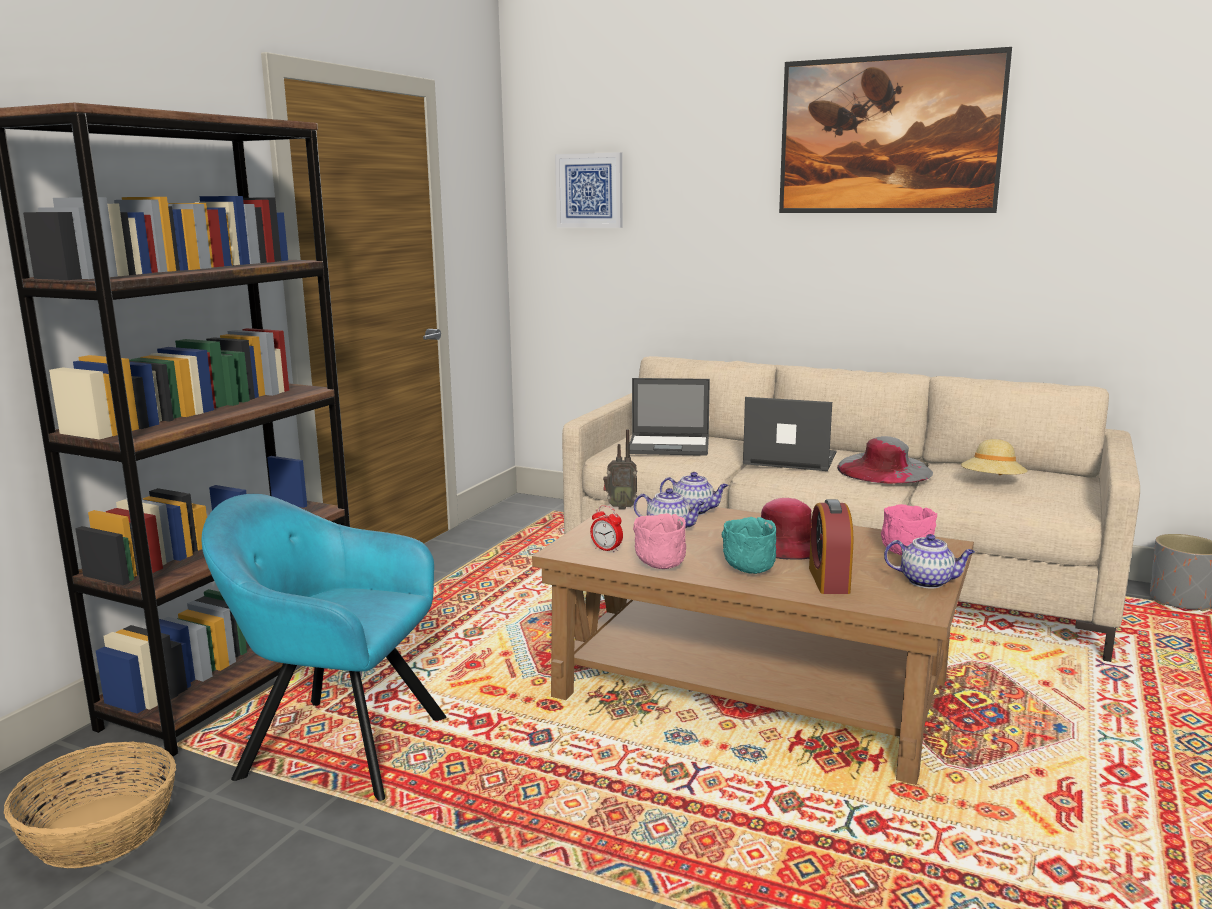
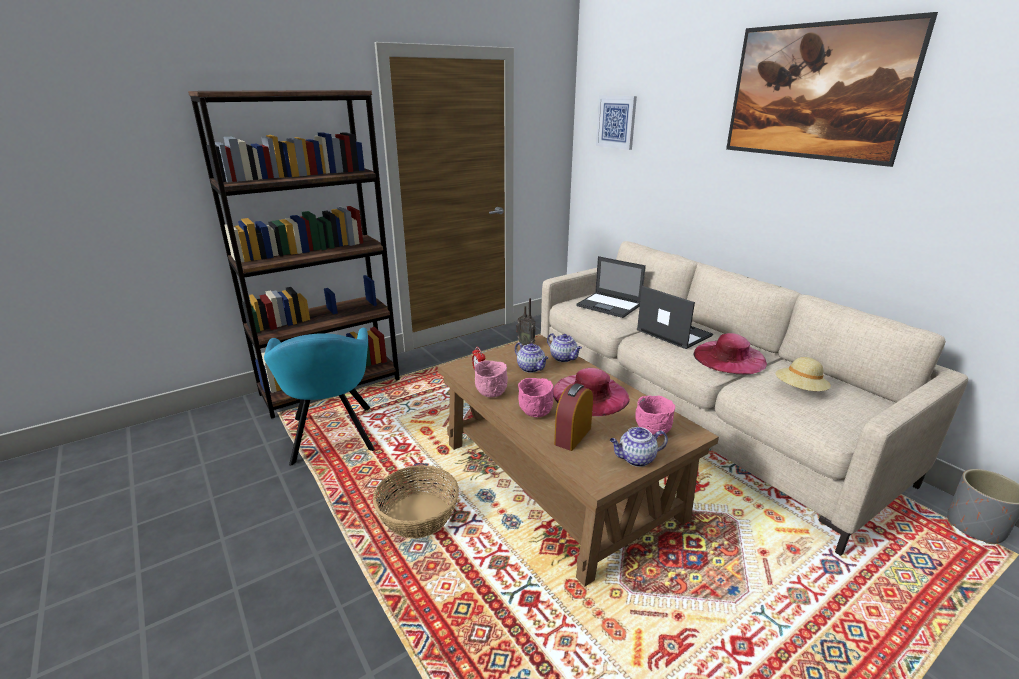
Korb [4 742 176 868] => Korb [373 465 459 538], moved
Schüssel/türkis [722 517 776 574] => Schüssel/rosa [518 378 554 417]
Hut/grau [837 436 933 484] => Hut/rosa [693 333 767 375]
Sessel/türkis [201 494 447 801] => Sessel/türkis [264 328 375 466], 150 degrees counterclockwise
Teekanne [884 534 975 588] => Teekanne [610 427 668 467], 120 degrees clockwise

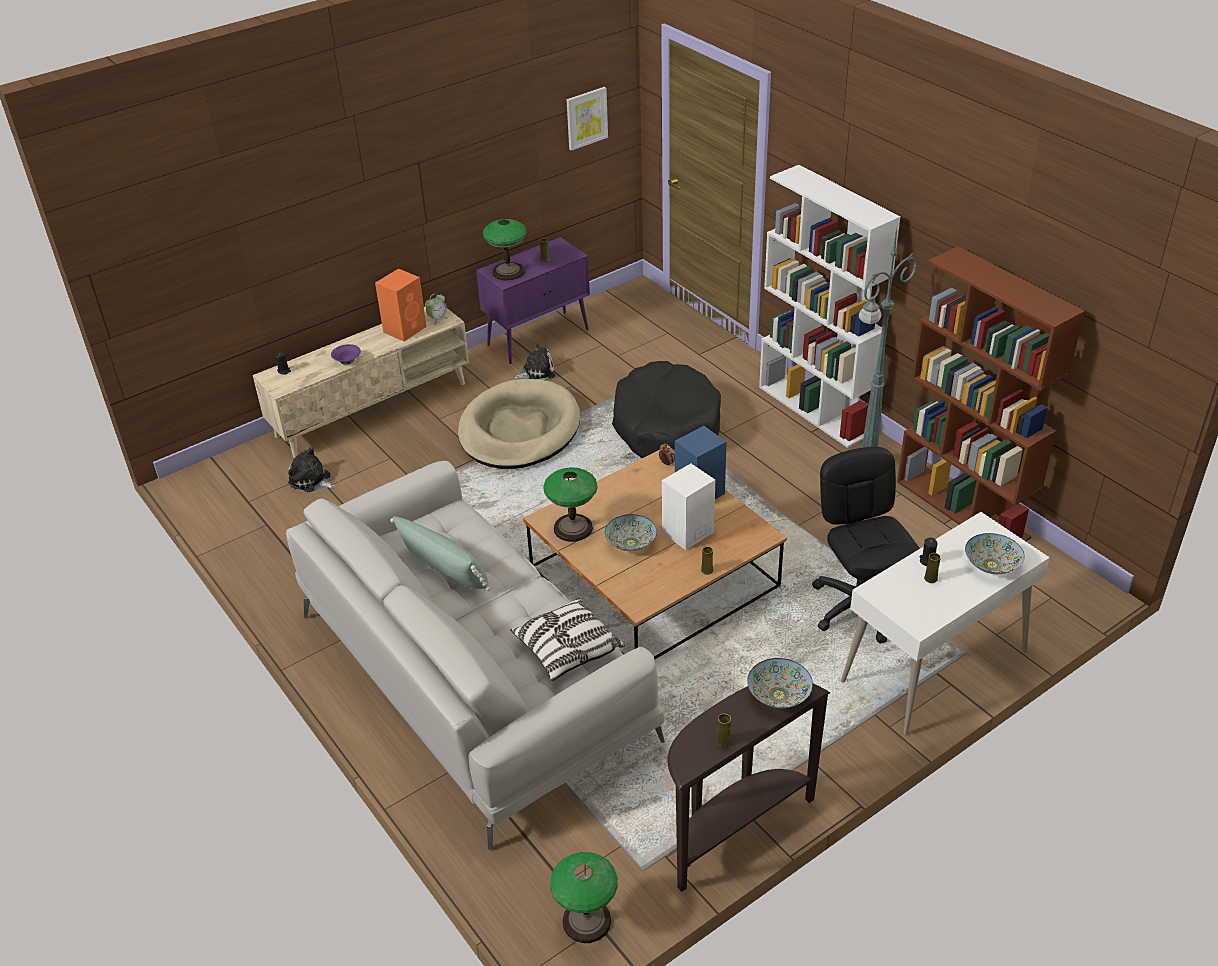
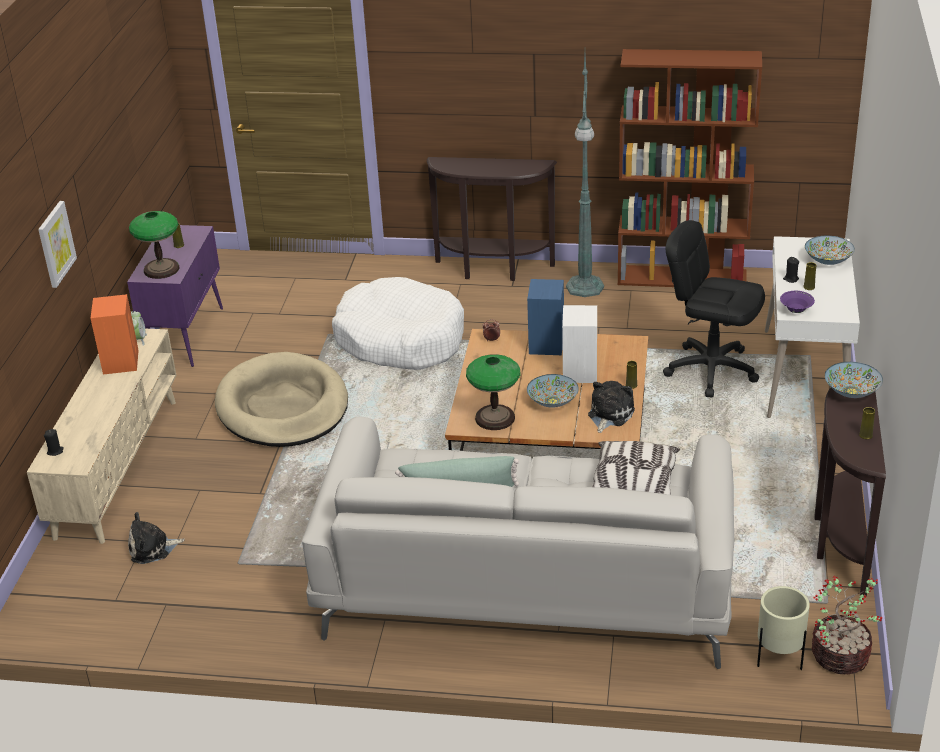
nothing => Pflanzkübel/beige [757 586 810 670]
Schüssel/lila [331 344 361 365] => Schüssel/lila [780 291 815 313], moved
Plüschtier [513 344 555 381] => Plüschtier [588 381 635 433], moved
Bild [567 87 608 151] => Bild [38 201 77 288], moved
Tischlampe [550 852 618 943] => Topfpflanze [812 576 882 675]
Bücherregal/weiß [759 165 901 448] => Konsolentisch/braun [427 157 557 281]
Hundebett/schwarz [612 361 721 458] => Hundebett/weiß [332 277 464 370]

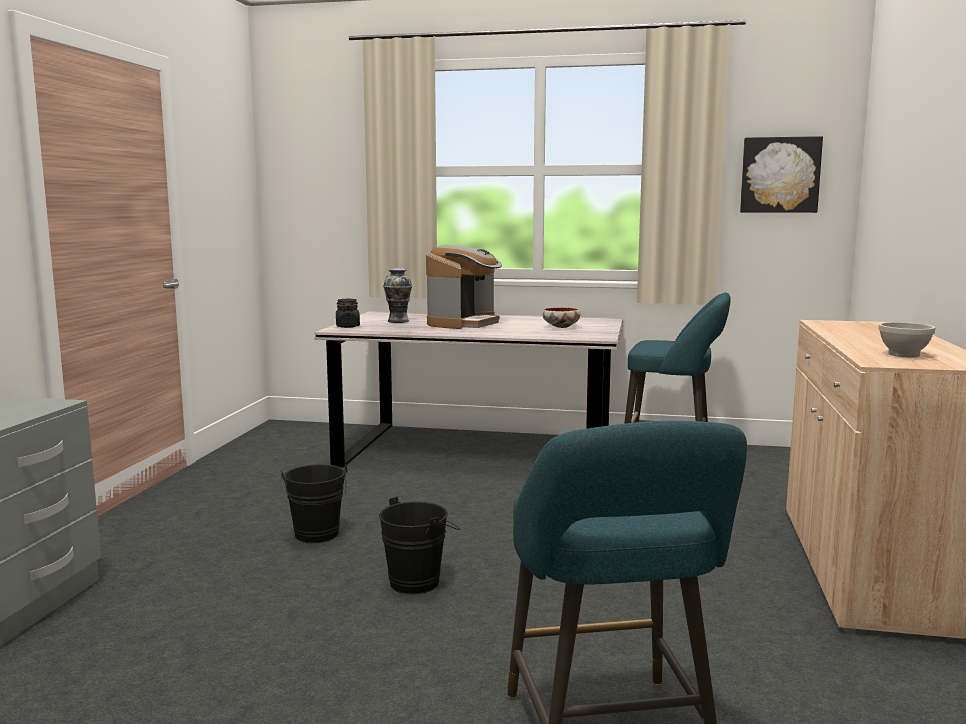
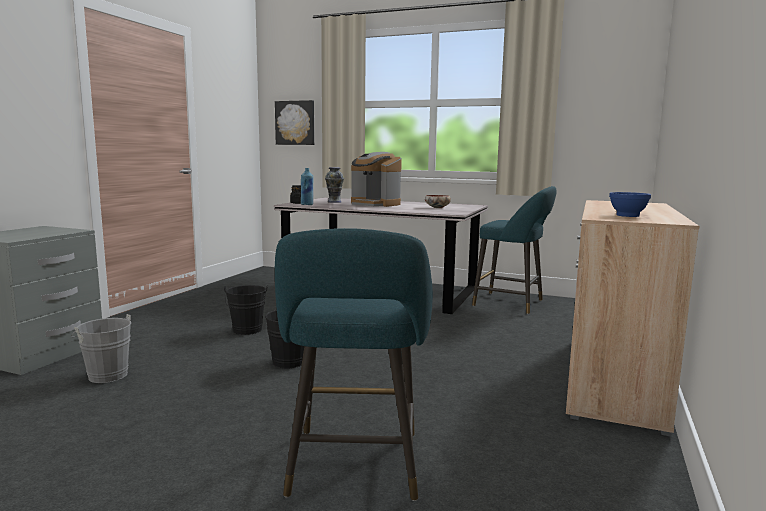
nothing => Eimer/grau [71 314 131 383]
nothing => Flasche/blau [301 168 313 205]
Bild [740 136 823 213] => Bild [275 100 314 145], moved
Schüssel/weiß [878 322 935 357] => Schüssel/blau [609 192 651 217]
Kaffeemaschine [426 245 502 329] => Kaffeemaschine [351 152 402 207], 90 degrees clockwise

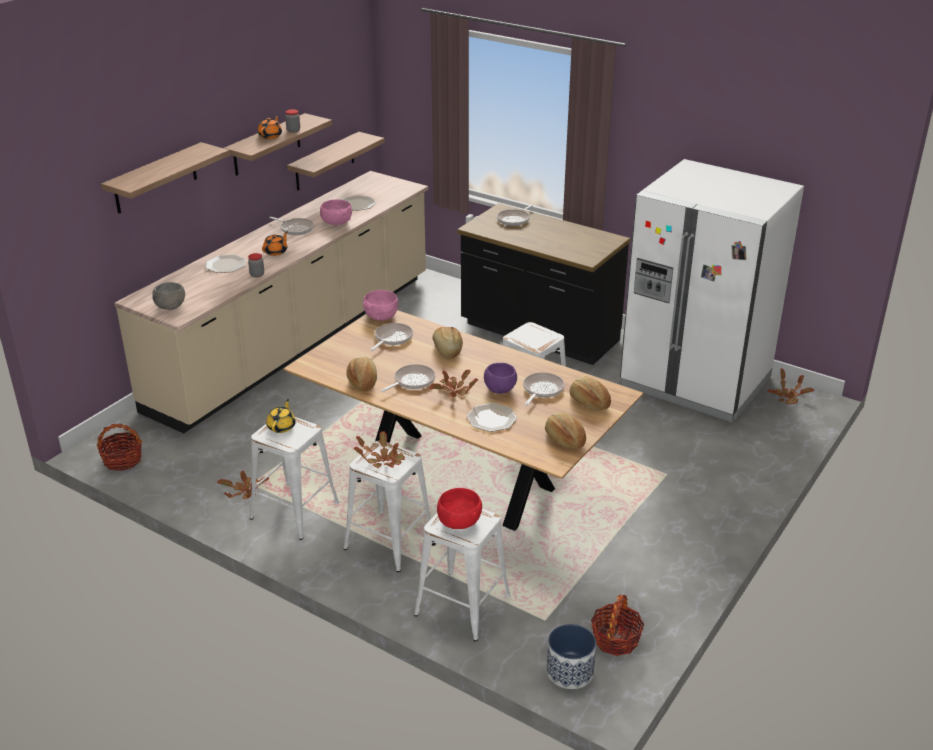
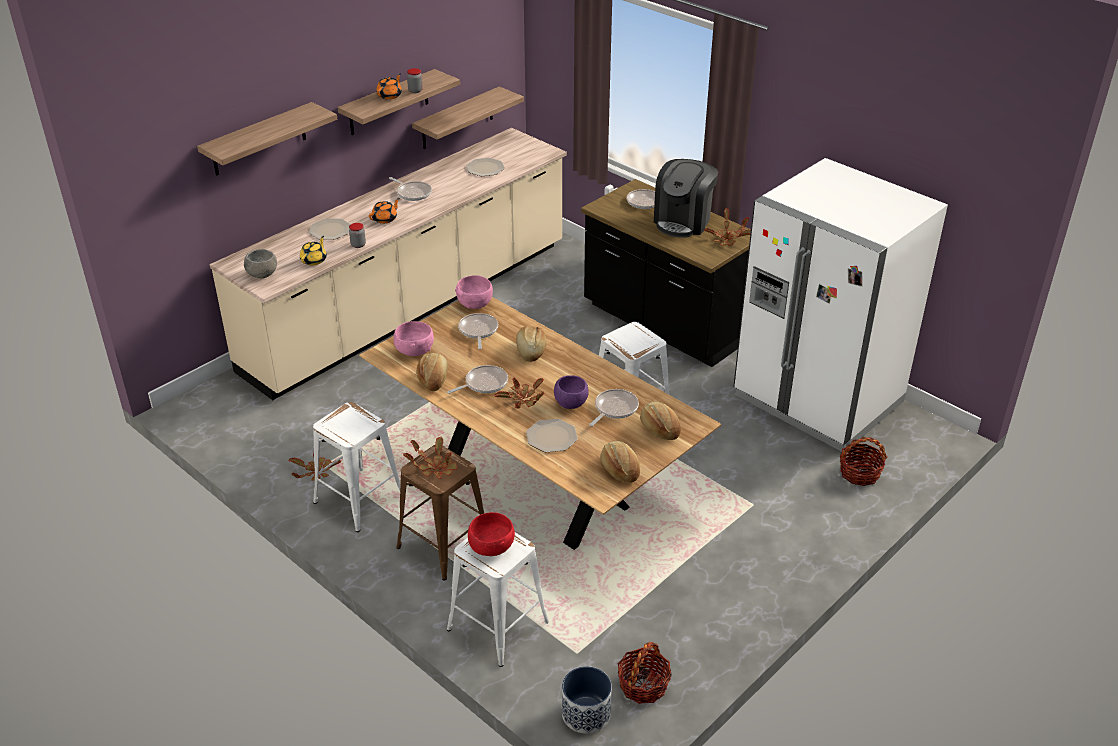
nothing => Kaffeemaschine [654 159 718 238]
Korb [97 424 142 471] => Korb [840 437 887 486], moved
Teekanne/gelb [266 399 296 433] => Teekanne/gelb [300 236 327 265], moved
Schüssel/rosa [320 200 352 225] => Schüssel/rosa [393 321 434 356], moved
Topfpflanze [768 368 814 404] => Topfpflanze [704 208 751 246], moved
Hocker/weiß [344 440 431 572] => Hocker/braun [396 445 484 581]
Pfanne [370 323 413 351] => Pfanne [458 313 498 349], 45 degrees counterclockwise

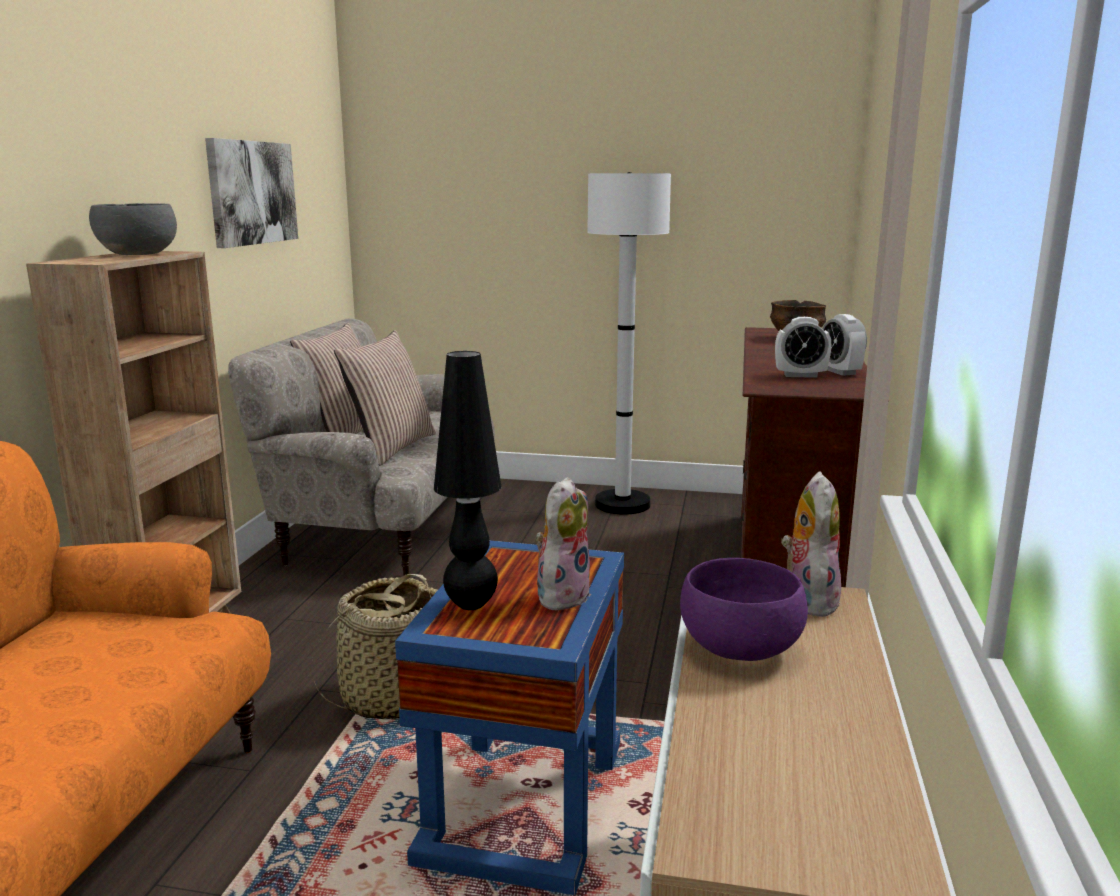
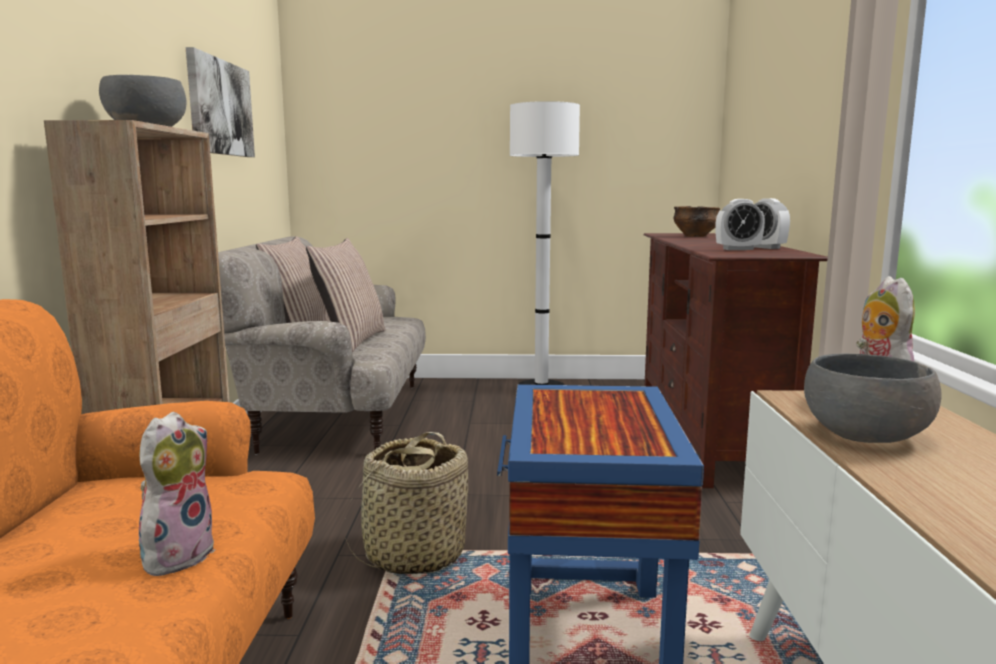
Tischlampe/schwarz [434 351 502 610] => nothing
Plüschtier [535 477 591 610] => Plüschtier [139 412 216 578], moved
Schüssel/lila [680 558 808 661] => Schüssel/grau [804 354 942 443]

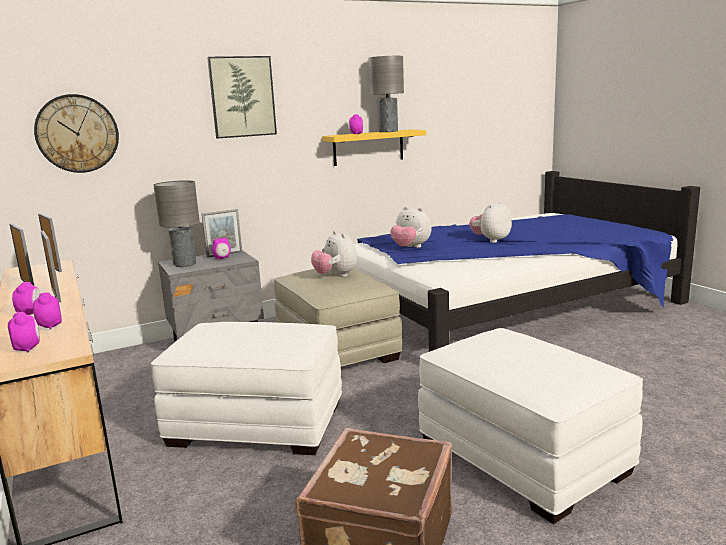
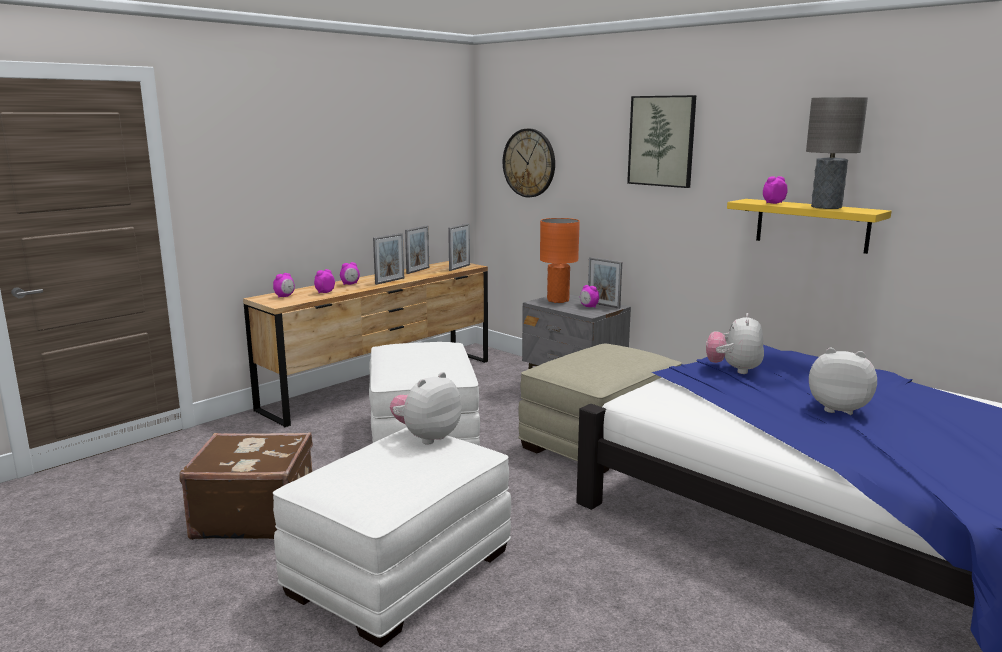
Plüschtier [311 231 357 277] => Plüschtier [390 372 462 445], moved
Tischlampe/grau [153 180 200 267] => Tischlampe/orange [540 218 580 303]

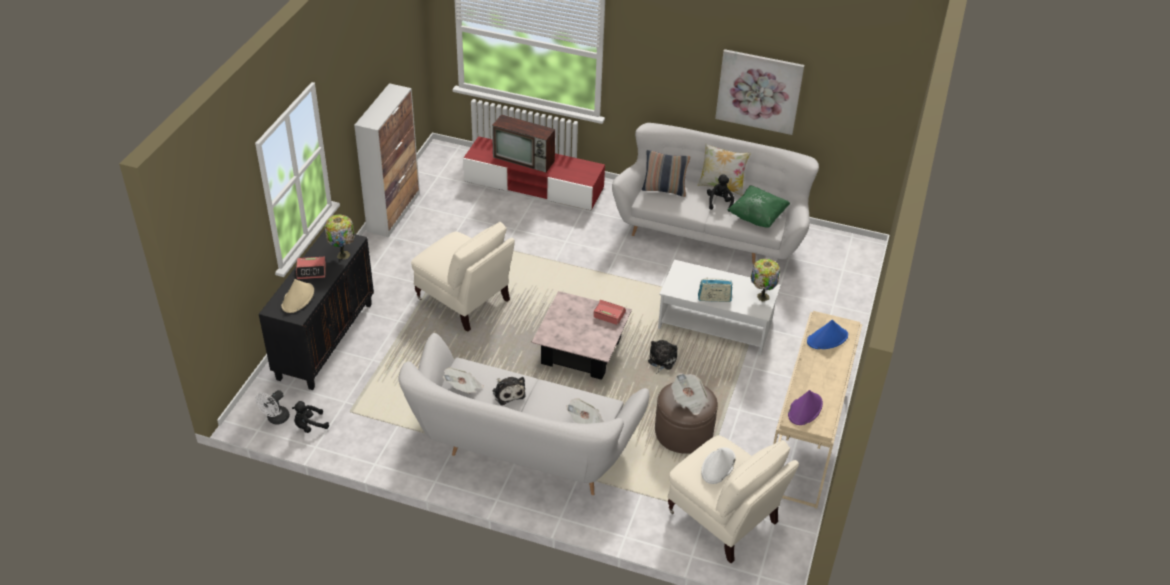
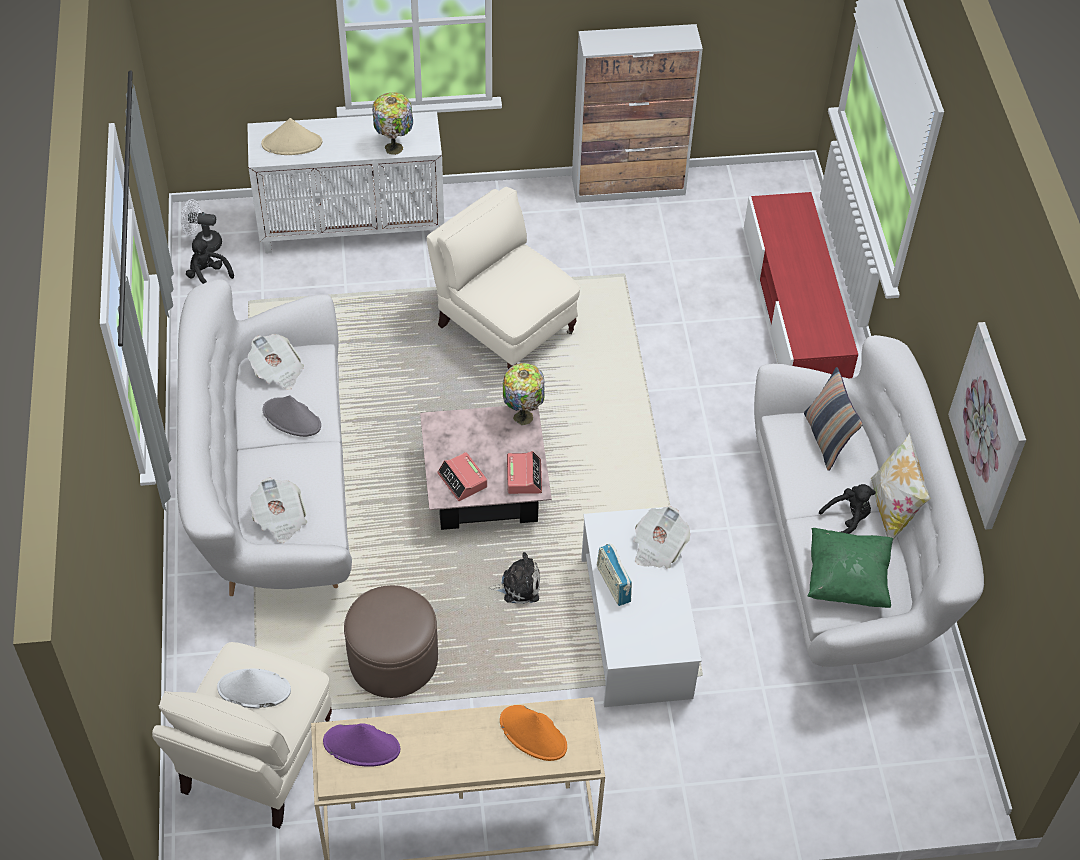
Fernseher [492 114 555 173] => nothing
Wecker [296 257 326 279] => Wecker [437 452 487 501], moved
Zeitung [671 373 709 415] => Zeitung [634 506 690 569], moved
Tischlampe [751 259 780 301] => Tischlampe [503 363 544 425], moved
Plüschtier [493 377 525 405] => Hut/grau [262 395 321 437]
Schrank/schwarz [259 230 374 390] => Schrank/weiß [247 111 444 253]
Hut/blau [807 320 848 349] => Hut/orange [500 705 567 761]
Sessel/beige [411 222 515 332] => Sessel/beige [427 187 581 369], 120 degrees clockwise

